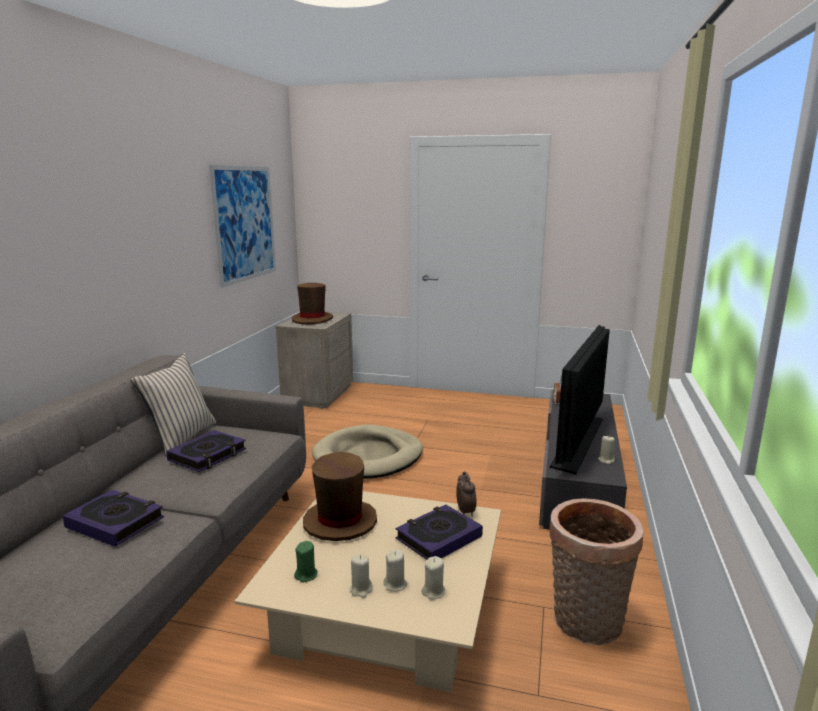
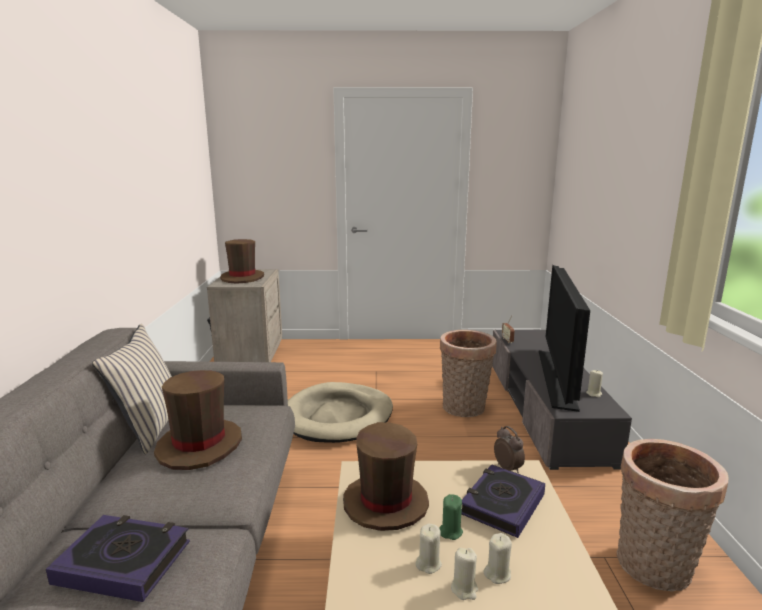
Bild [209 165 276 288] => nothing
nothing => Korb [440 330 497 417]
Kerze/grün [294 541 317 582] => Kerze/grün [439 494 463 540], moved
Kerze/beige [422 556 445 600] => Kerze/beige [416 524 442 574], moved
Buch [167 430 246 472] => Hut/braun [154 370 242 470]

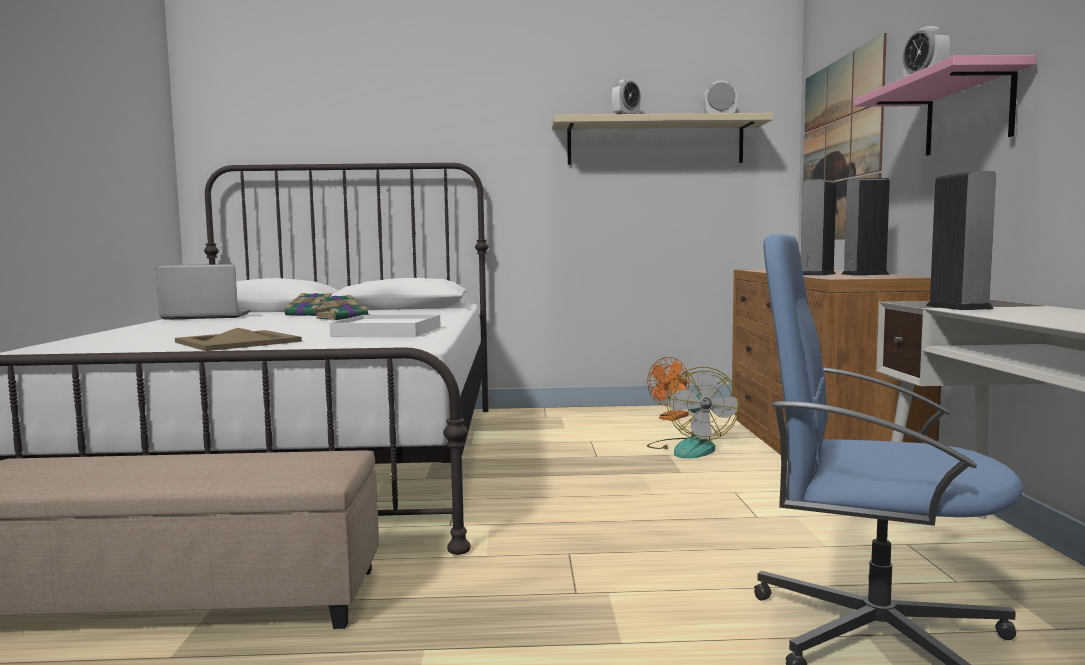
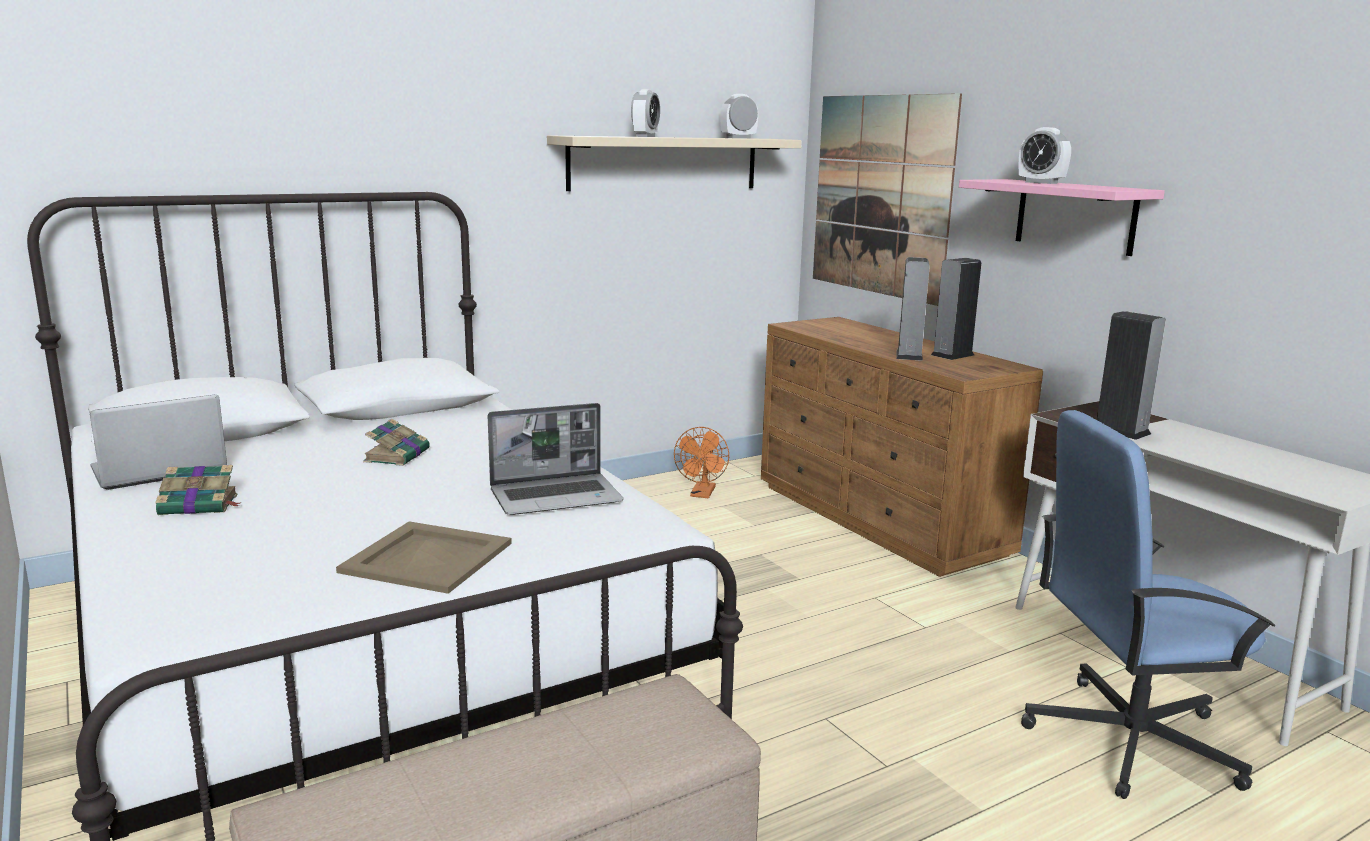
Ventilator [647 367 740 458] => nothing
Buch [284 293 332 316] => Buch [155 465 240 515], moved
Tablett/weiß [330 315 441 337] => Laptop [488 403 623 515]

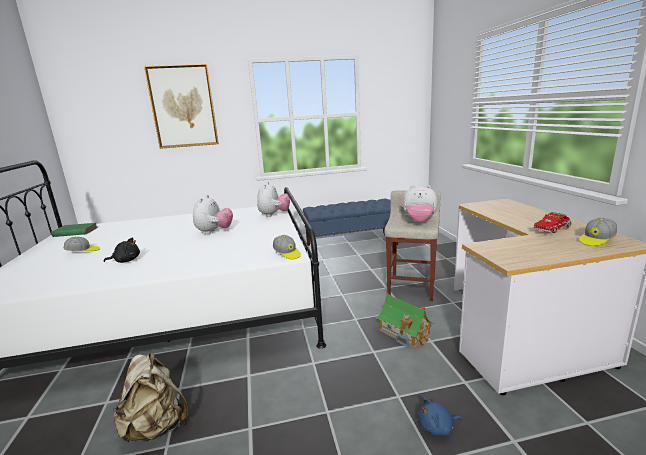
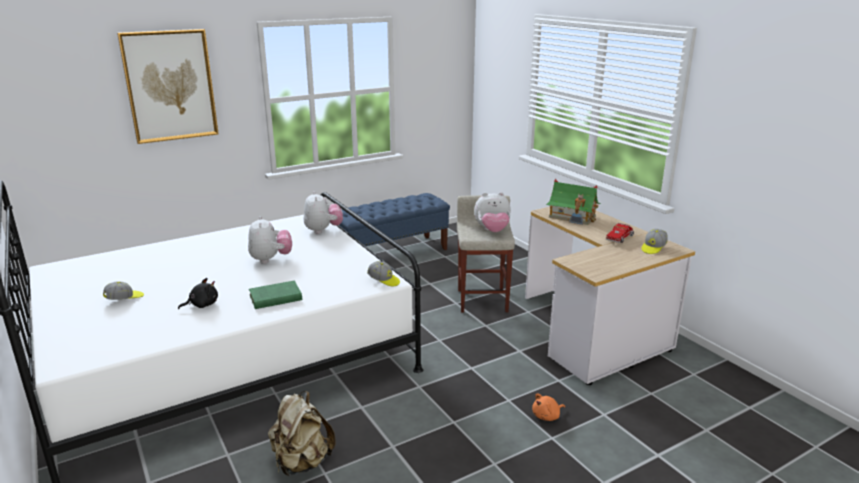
Buch/grün [51 223 98 237] => Buch/grün [249 281 302 309], moved
Spielzeughaus [375 291 435 349] => Spielzeughaus [546 179 601 225], moved
Plüschtier/blau [418 397 463 436] => Plüschtier/orange [532 393 565 421]

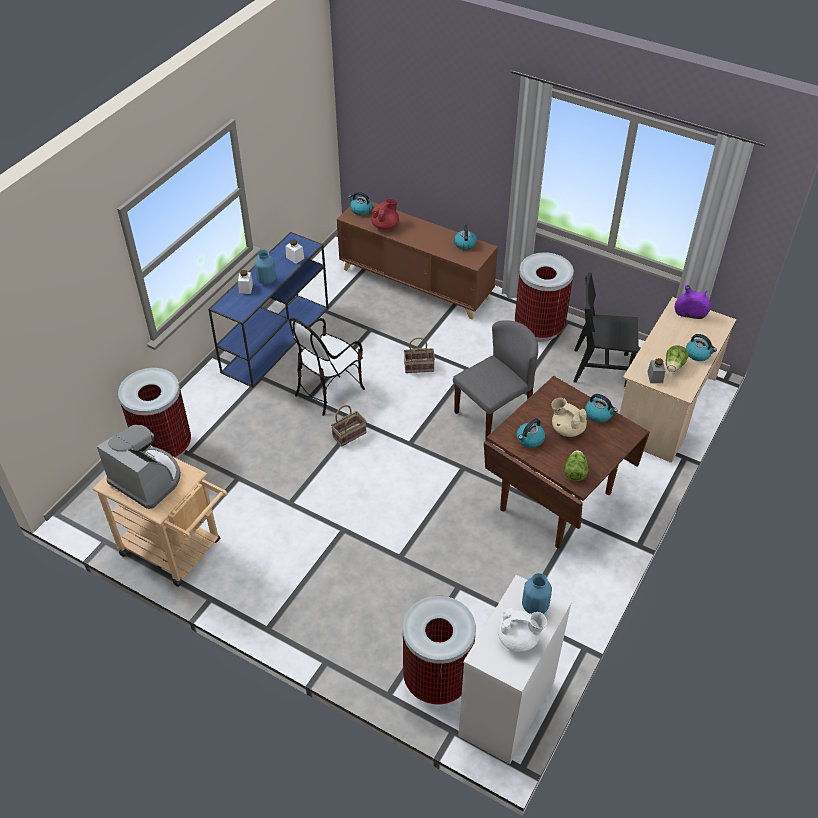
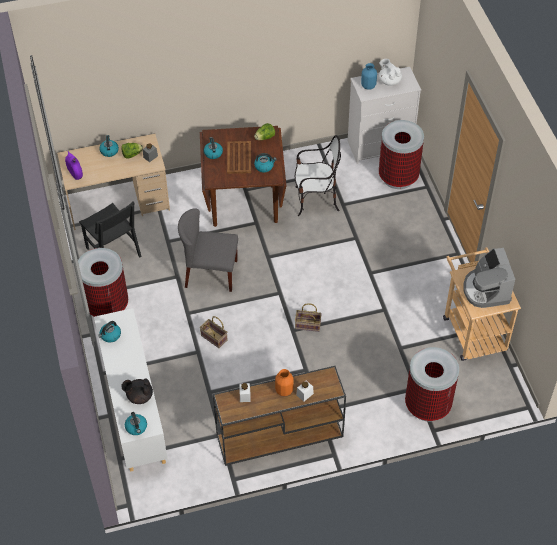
Stuhl [289 318 365 416] => Stuhl [295 135 341 216], moved
Teekanne/beige [551 398 587 437] => Tablett/braun [227 141 251 174]
Konsolentisch/blau [208 232 328 388] => Konsolentisch/braun [213 366 346 466]
Vase/blau [255 250 276 285] => Vase/orange [275 369 294 396]
Schrank/braun [337 201 498 319] => Schrank/weiß [94 308 168 472]
Teekanne/rot [371 199 399 230] => Teekanne/schwarz [122 378 153 404]

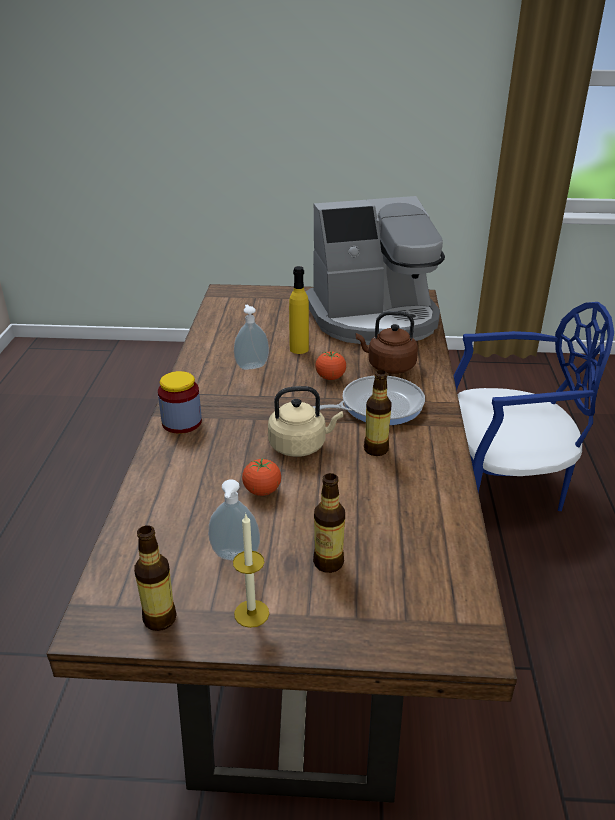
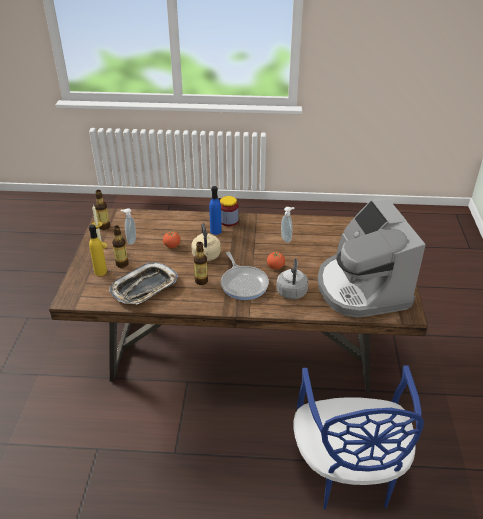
nothing => Tablett [109 262 178 304]
nothing => Flasche/blau [209 186 222 235]
Flasche/gelb [289 266 309 354] => Flasche/gelb [89 224 107 276], moved
Wasserkessel/braun [356 311 418 374] => Wasserkessel/grau [276 258 308 299]

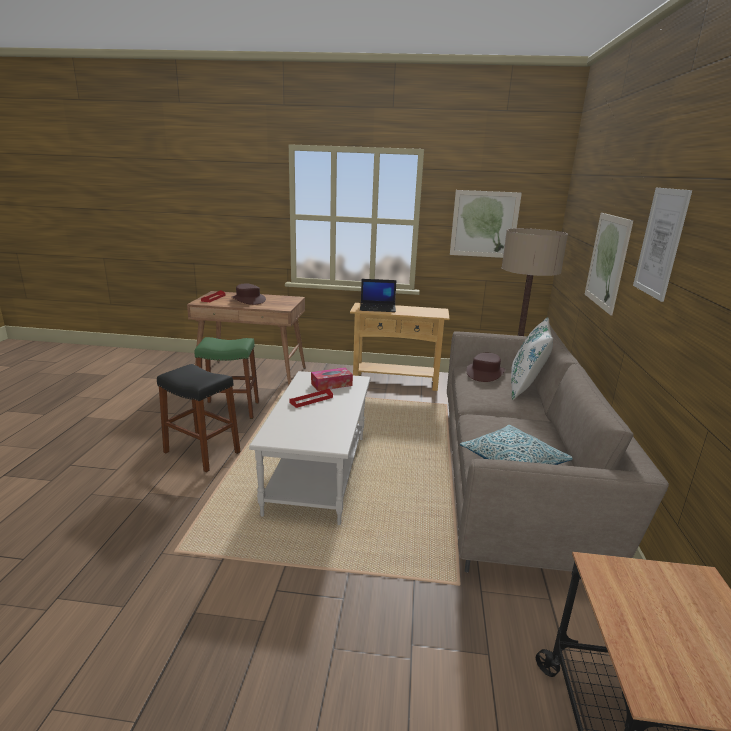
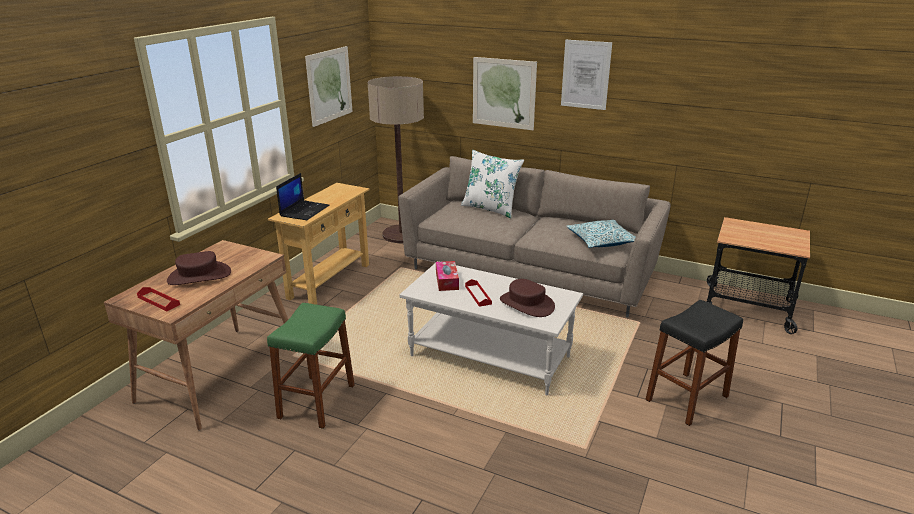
Hocker/schwarz [157 364 241 472] => Hocker/schwarz [645 300 743 426], moved
Hut/braun [466 353 505 382] => Hut/braun [500 279 555 317], moved

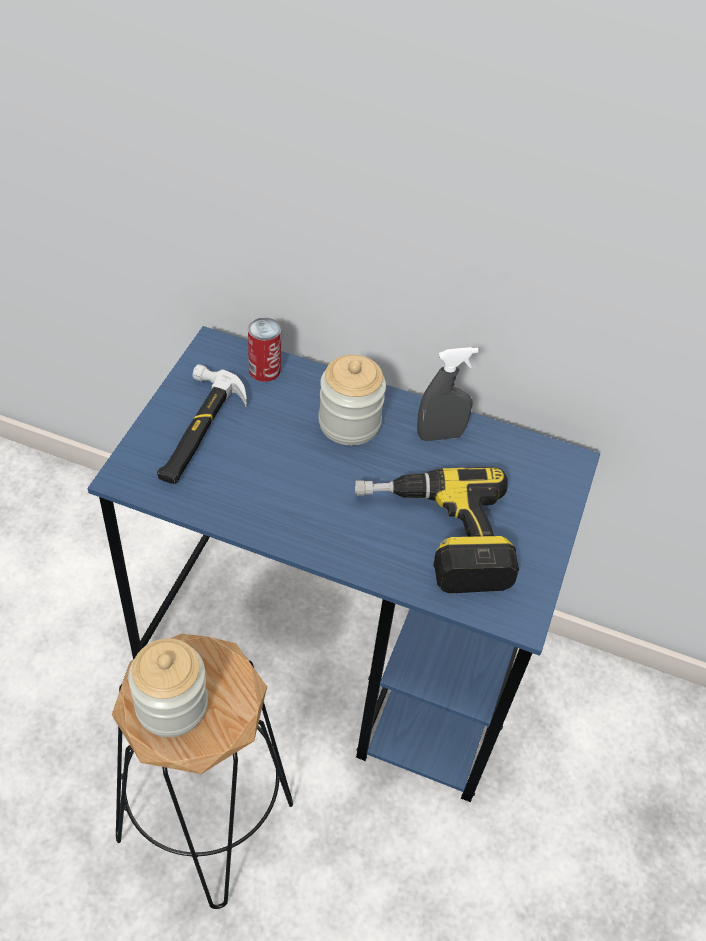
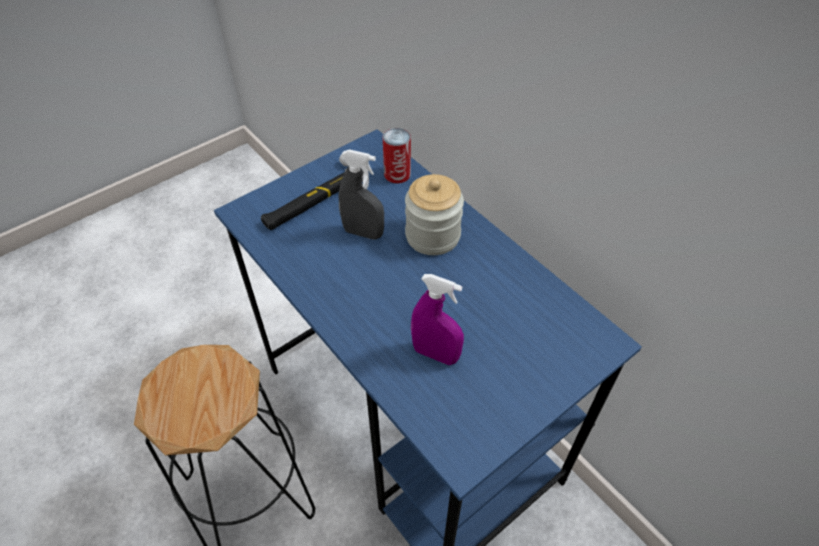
Vorratsglas [128 638 208 737] => nothing
Sprühflasche/grau [417 347 479 441] => Sprühflasche/grau [339 149 384 240], moved
Bohrmaschine [355 467 519 594] => Sprühflasche/lila [411 274 464 365]

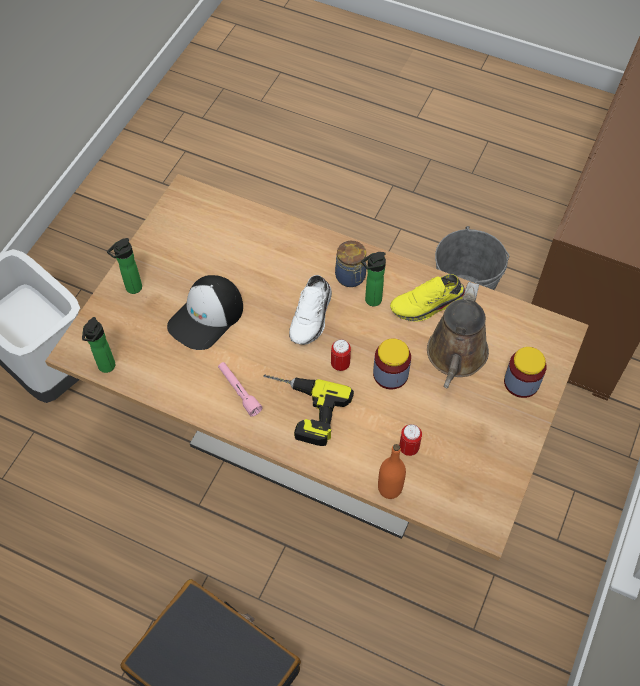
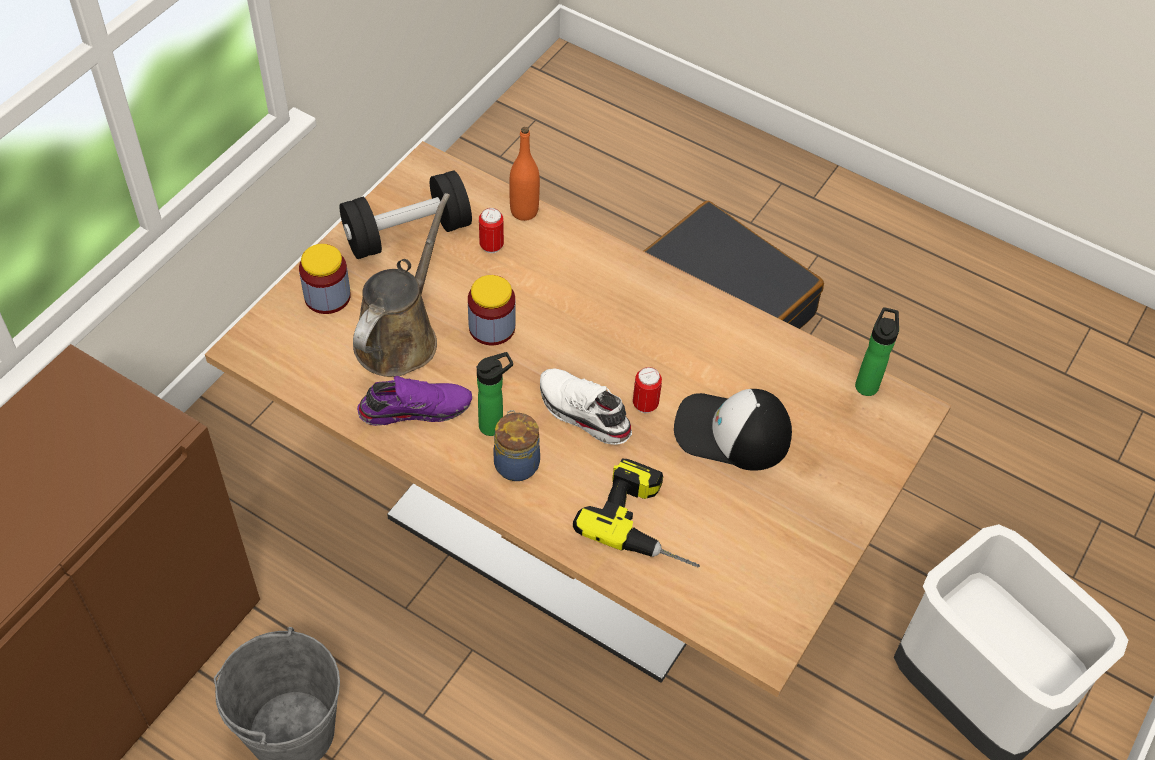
Flasche [107 238 142 294] => nothing
Taschenlampe/rosa [218 362 263 417] => nothing
nothing => Hantel/schwarz [339 170 472 259]
Bohrmaschine [263 375 354 446] => Bohrmaschine [573 459 700 568], moved
Dose [331 339 351 371] => Dose [633 367 662 413], moved
Schuh/gelb [390 274 465 322] => Schuh/lila [357 376 472 426]
Kappe [167 275 243 350] => Kappe [674 389 792 471], 120 degrees counterclockwise
Schuh/weiß [289 275 332 345] => Schuh/weiß [540 368 632 445], 75 degrees counterclockwise

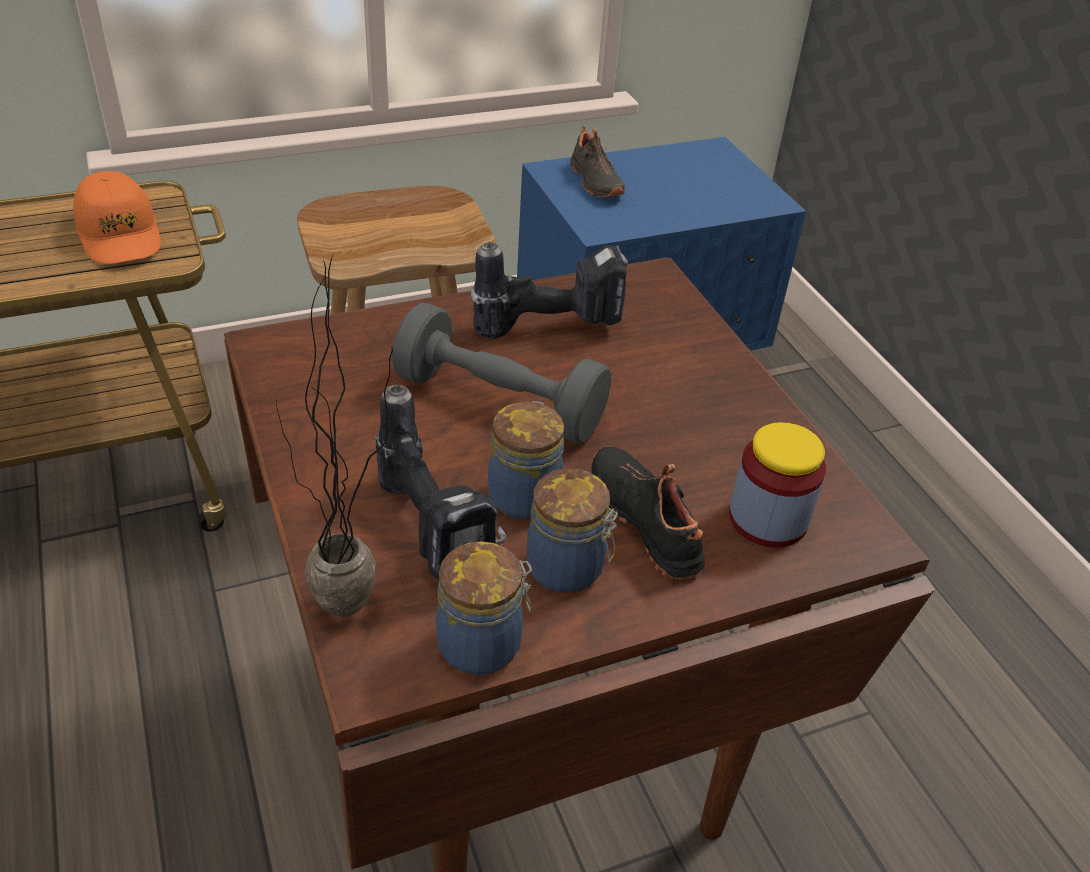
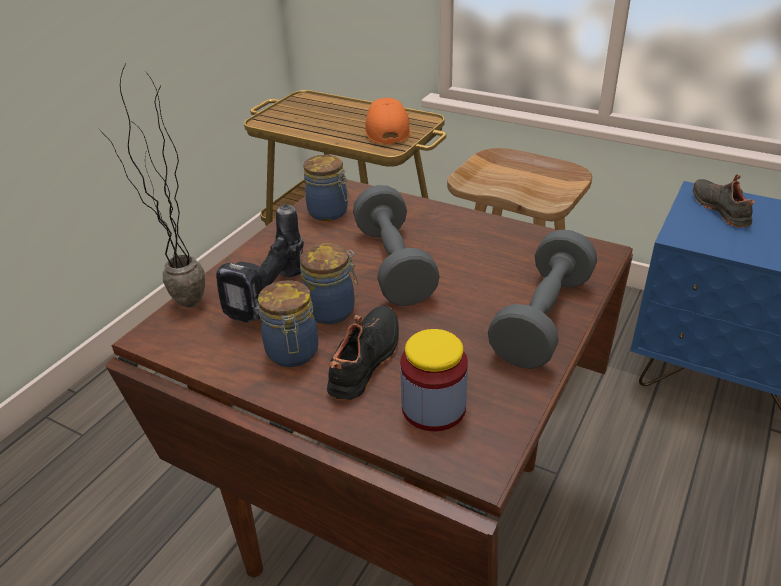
Bohrmaschine [471 241 628 339] => nothing
nothing => Hantel/grau [488 230 597 369]
Vorratsglas [436 541 532 675] => Vorratsglas [303 155 349 221], moved
Kappe/orange [73 171 161 264] => Kappe/orange [365 98 410 145], 150 degrees clockwise
Schuh/schwarz [570 126 625 197] => Schuh/schwarz [693 174 755 228], 135 degrees clockwise

